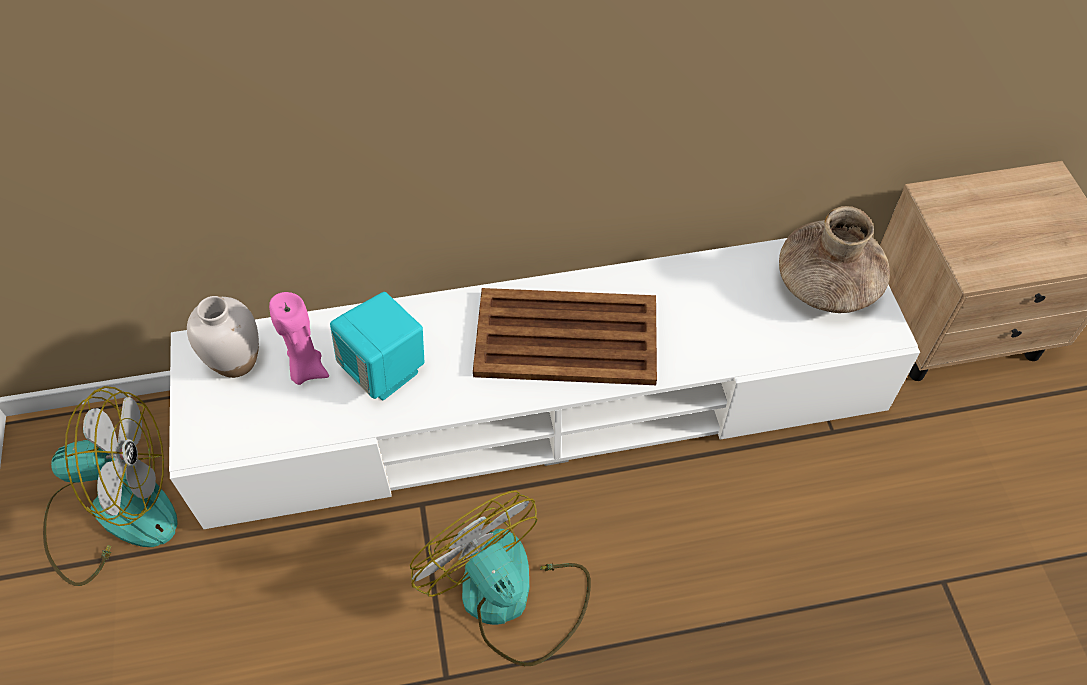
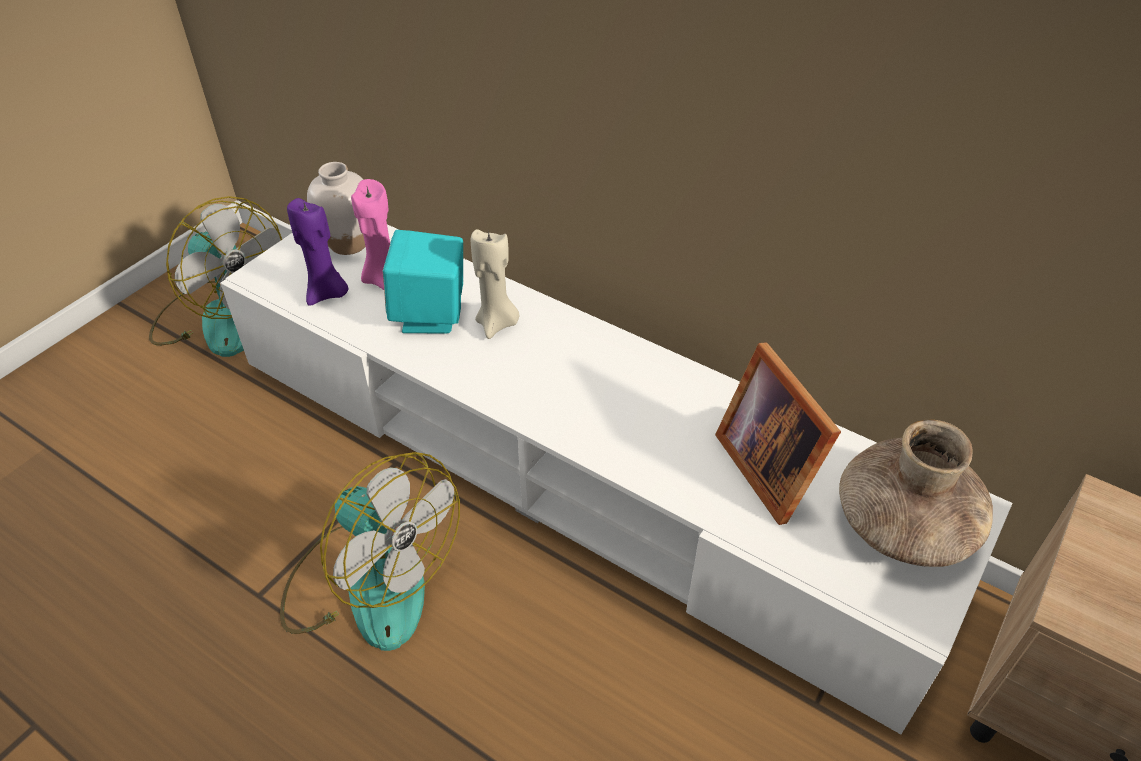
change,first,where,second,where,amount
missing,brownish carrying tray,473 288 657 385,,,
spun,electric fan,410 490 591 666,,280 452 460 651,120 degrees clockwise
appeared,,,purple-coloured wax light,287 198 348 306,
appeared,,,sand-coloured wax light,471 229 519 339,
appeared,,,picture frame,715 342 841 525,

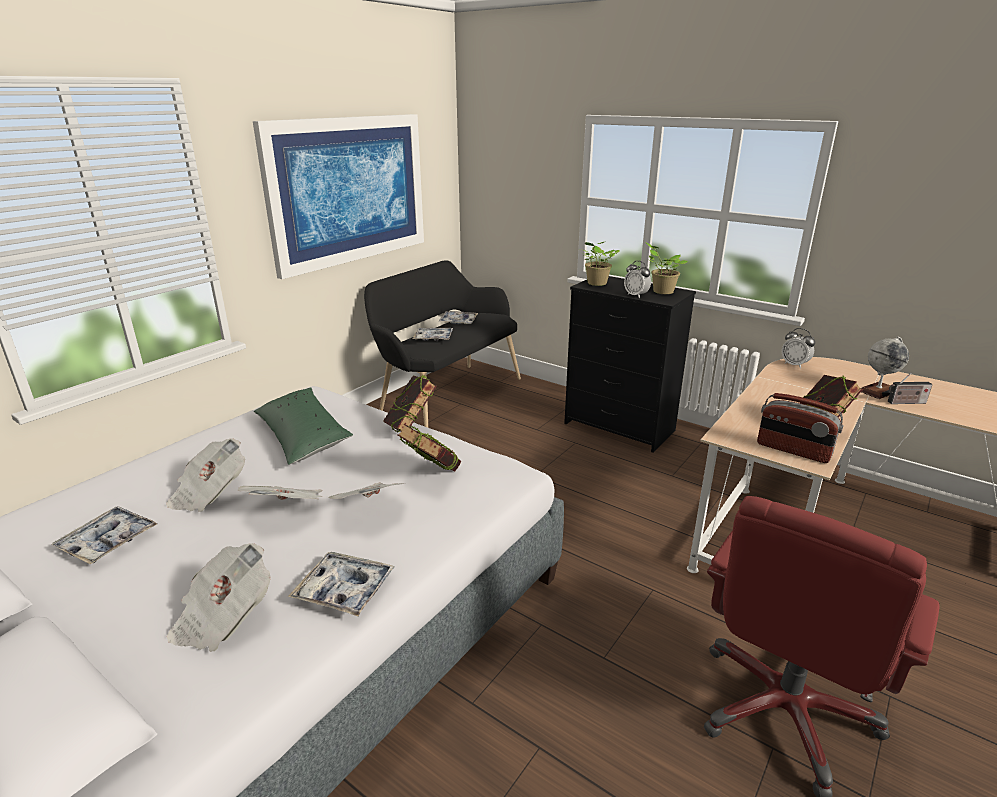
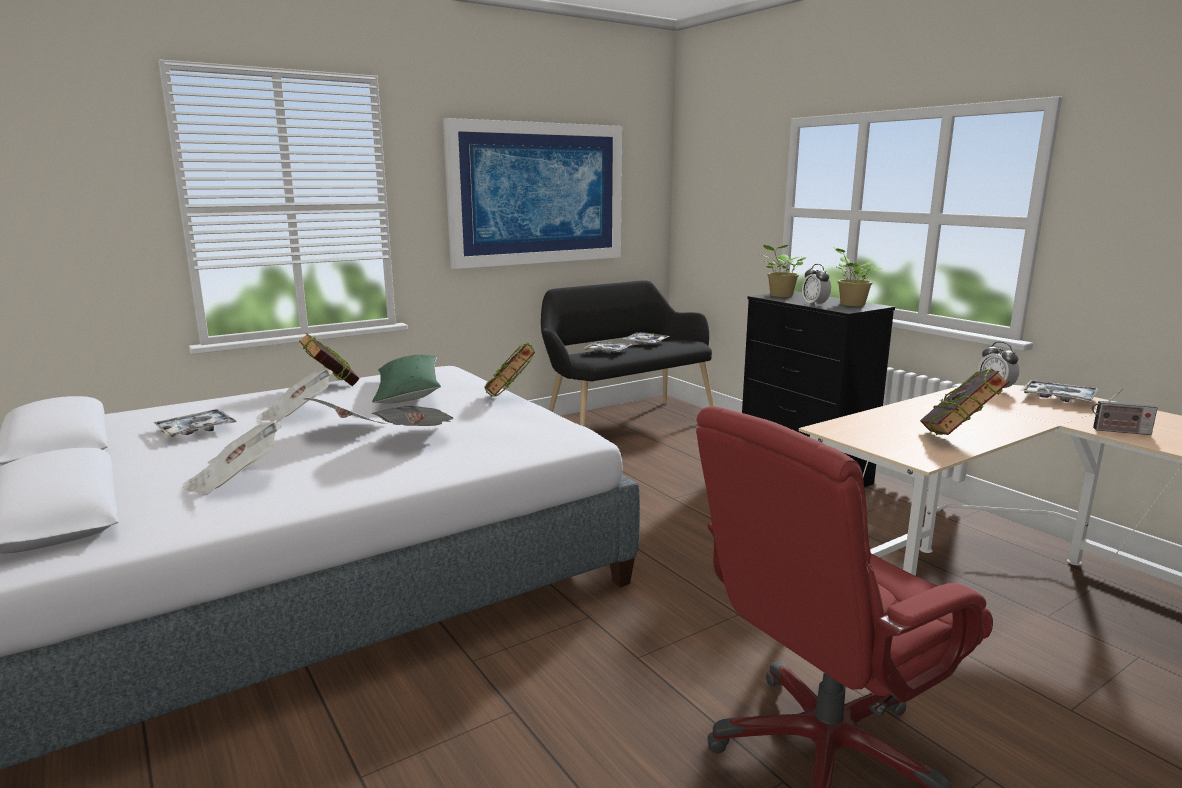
change,first,where,second,where,amount
missing,desk globe,862 336 909 399,,,
missing,radio set,757 393 844 463,,,
relocated,bound book,397 424 461 472,,299 333 360 386,
relocated,carrying tray,288 552 395 616,,1021 380 1099 402,

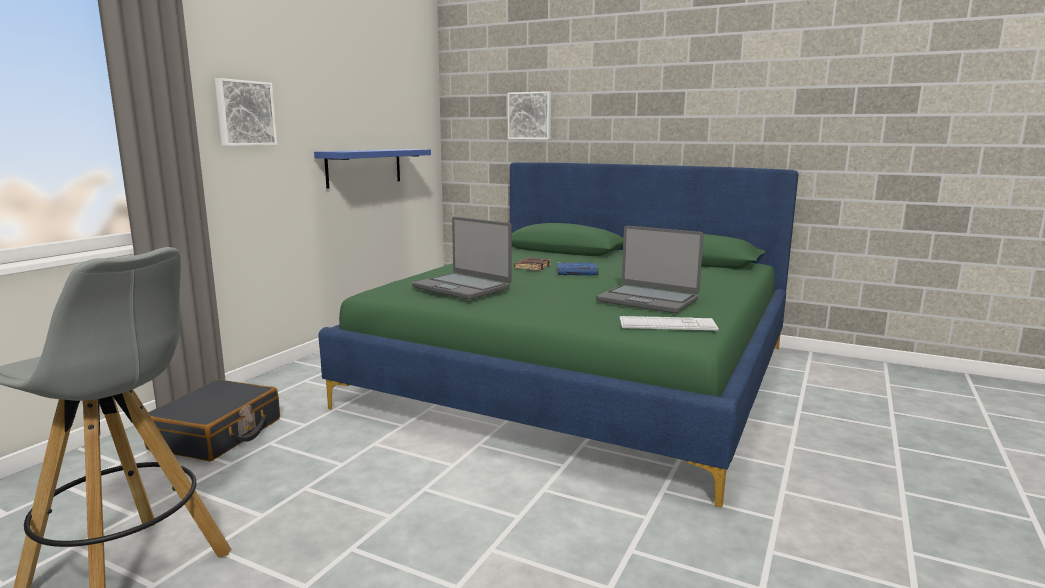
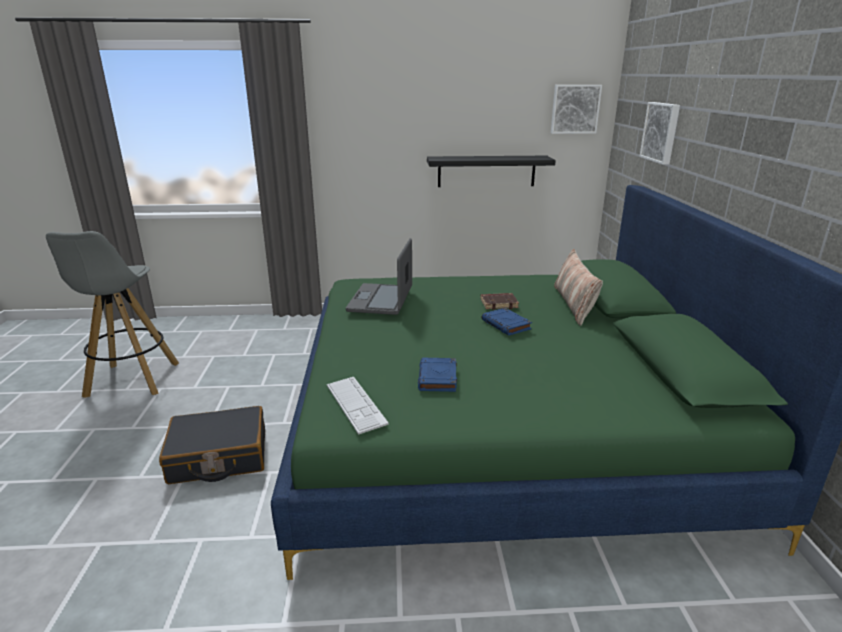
change,first,where,second,where,amount
relocated,wall picture,215 78 277 146,,551 85 602 134,
colour,bluish bracket shelf,314 149 431 189,black bracket shelf,427 156 556 187,
exchanged,laptop,596 226 704 313,bluish bound book,418 358 457 392,
relocated,black suitcase,144 379 280 461,,159 406 265 484,
appeared,,,throw pillow,554 249 603 326,

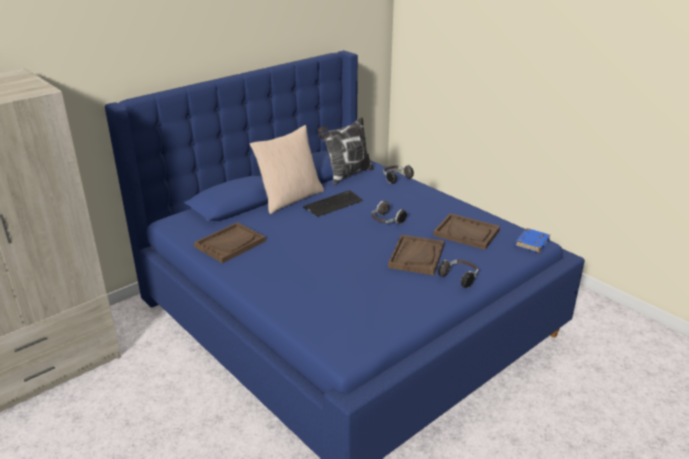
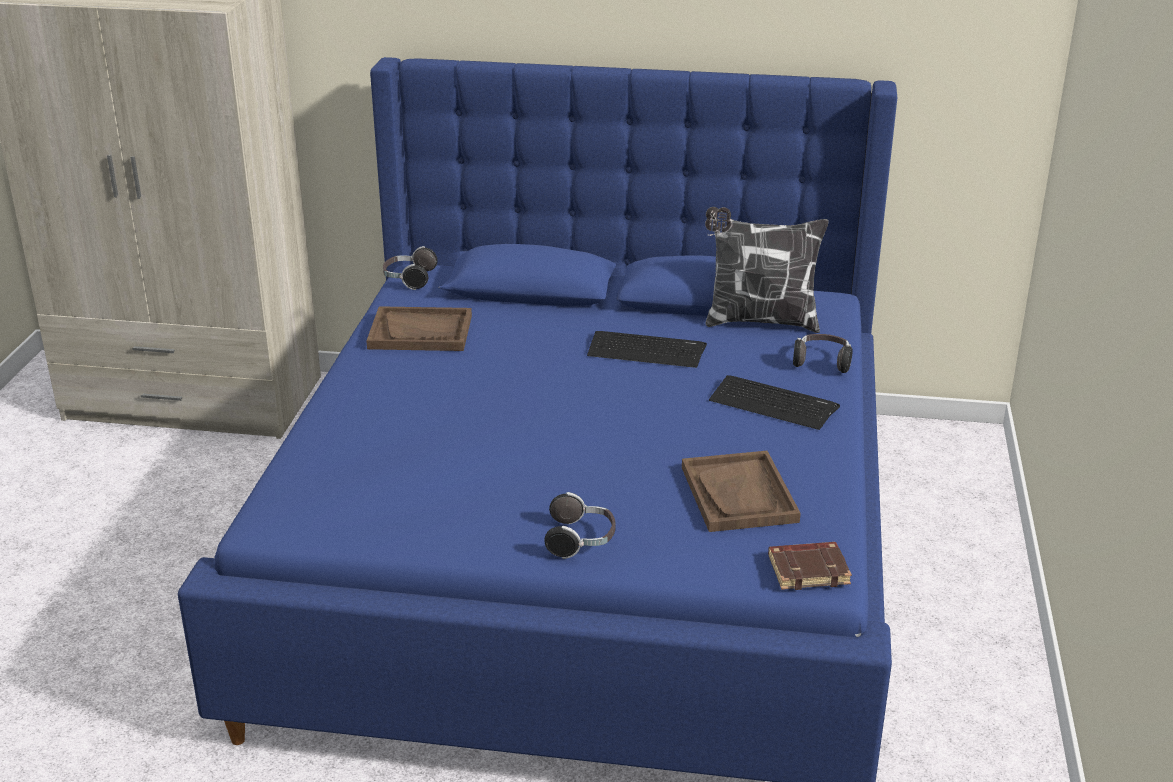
change,first,where,second,where,amount
missing,sand-coloured throw pillow,250 125 324 214,,,
relocated,pair of headphones,371 201 407 224,,383 246 438 290,
colour,bluish bound book,515 228 551 253,brownish bound book,768 542 852 590,
missing,brownish carrying tray,388 235 444 276,,,
appeared,,,PC keyboard,709 375 840 430,

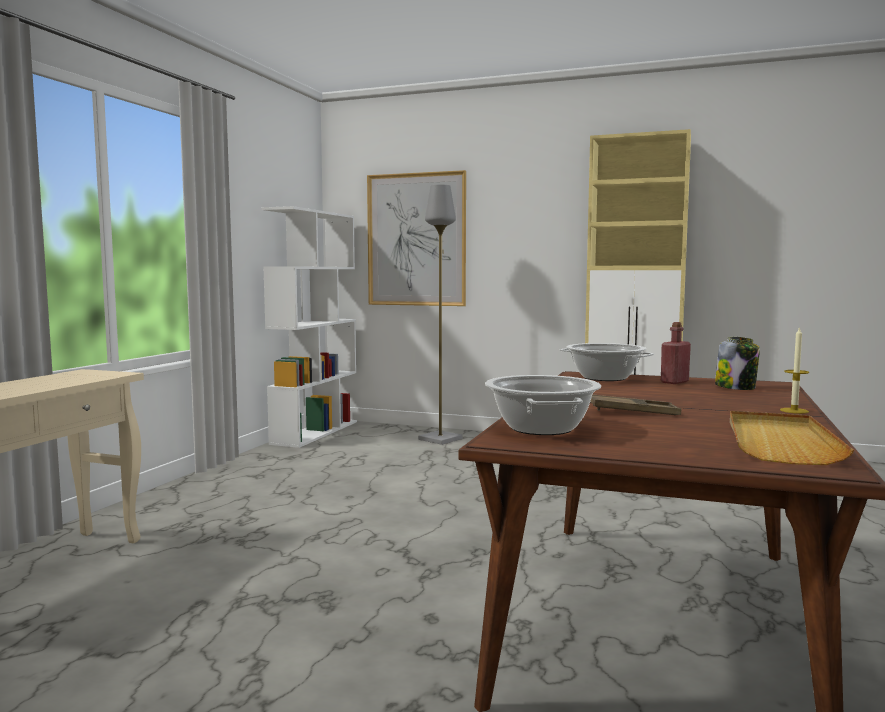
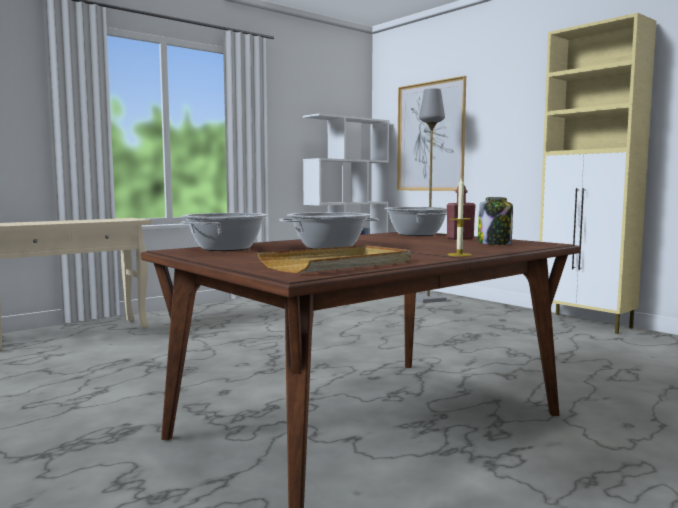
change,first,where,second,where,amount
exchanged,brownish carrying tray,590 394 681 415,saucepot,279 212 379 249,

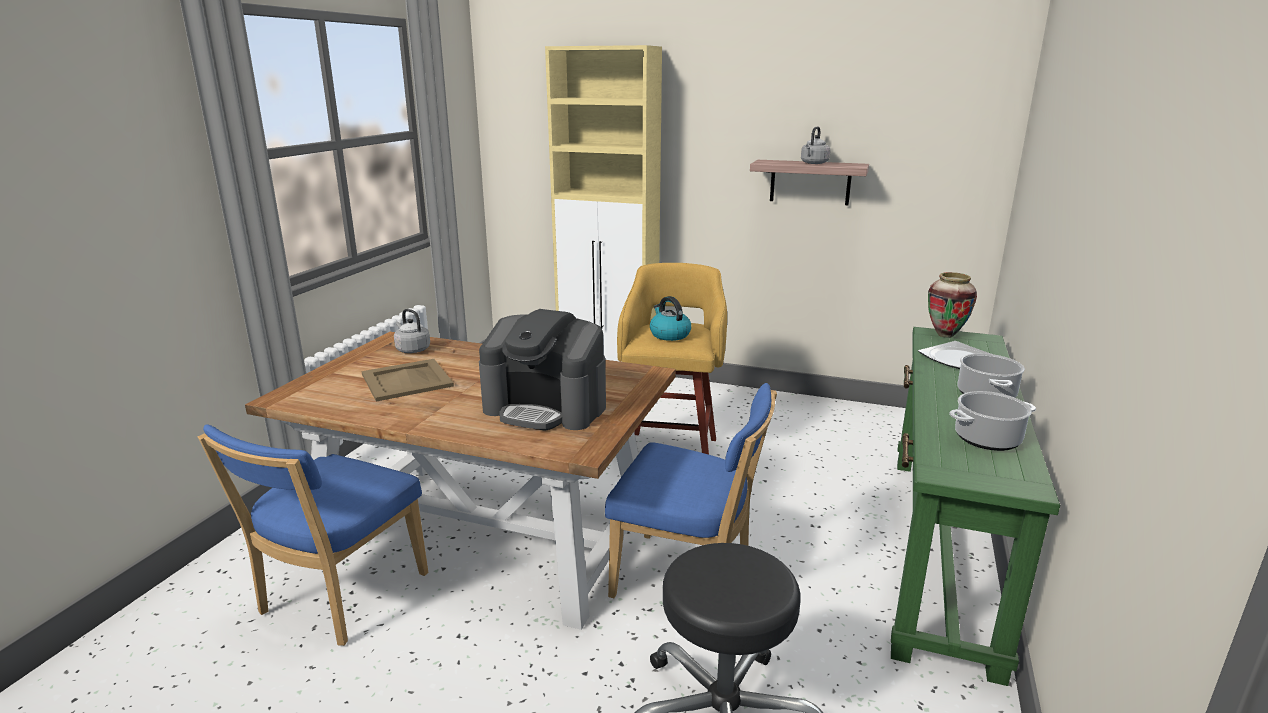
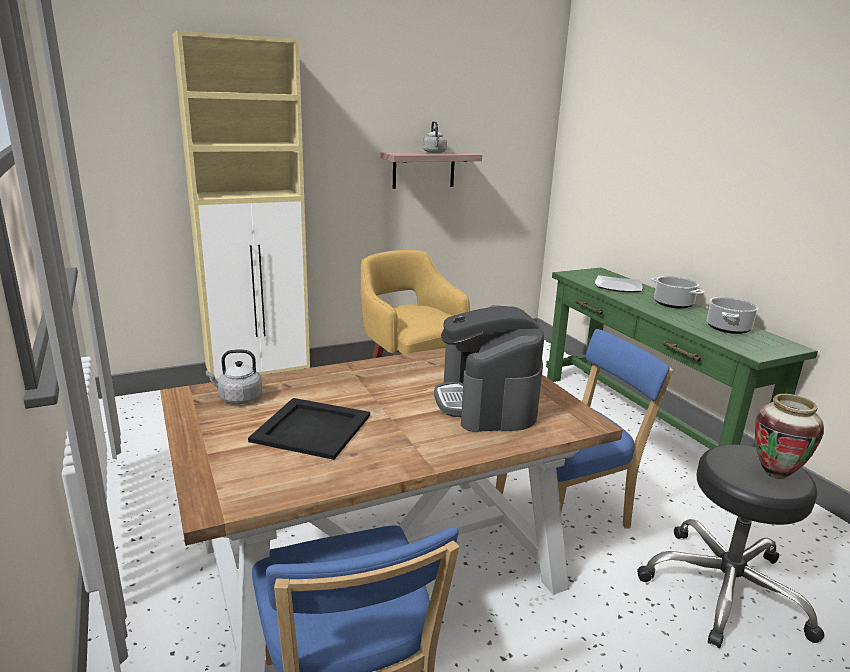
change,first,where,second,where,amount
relocated,flower vase,928 272 977 338,,755 394 824 479,
missing,kettle,650 296 691 341,,,
spun,coffee maker,479 309 606 431,,434 305 544 432,105 degrees clockwise
colour,sand-coloured carrying tray,362 359 454 402,black carrying tray,248 398 370 460,

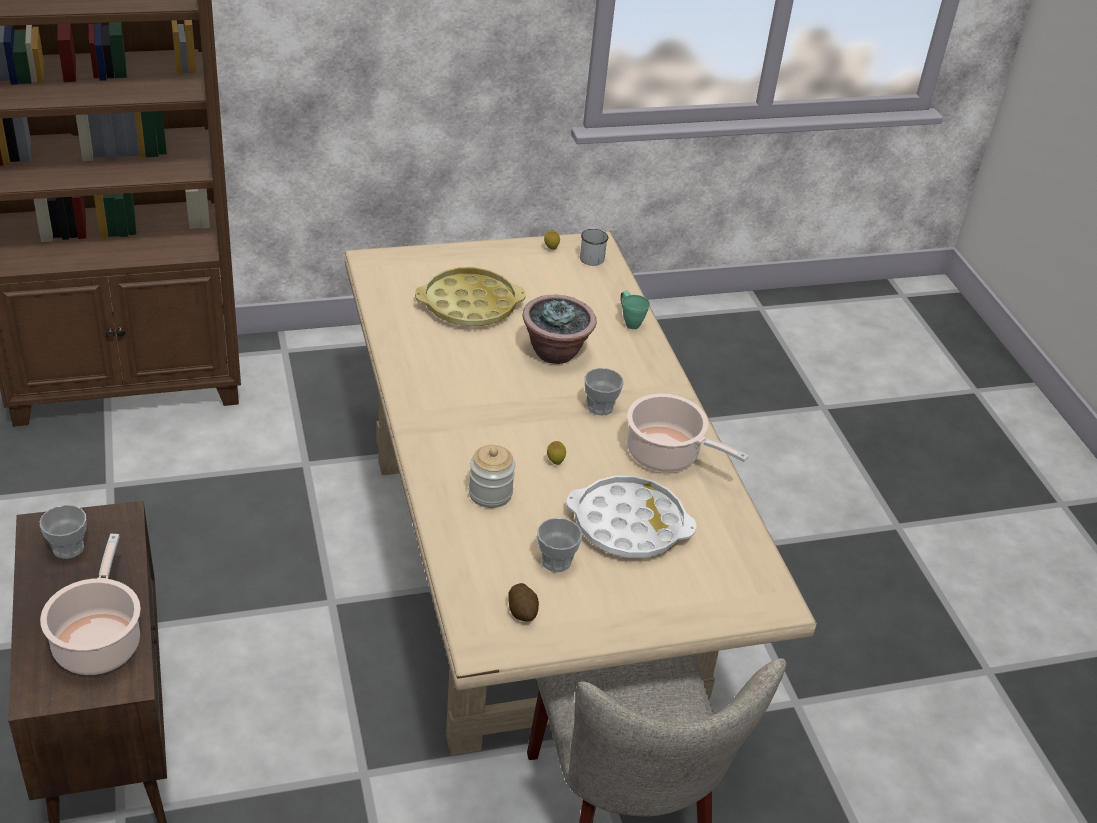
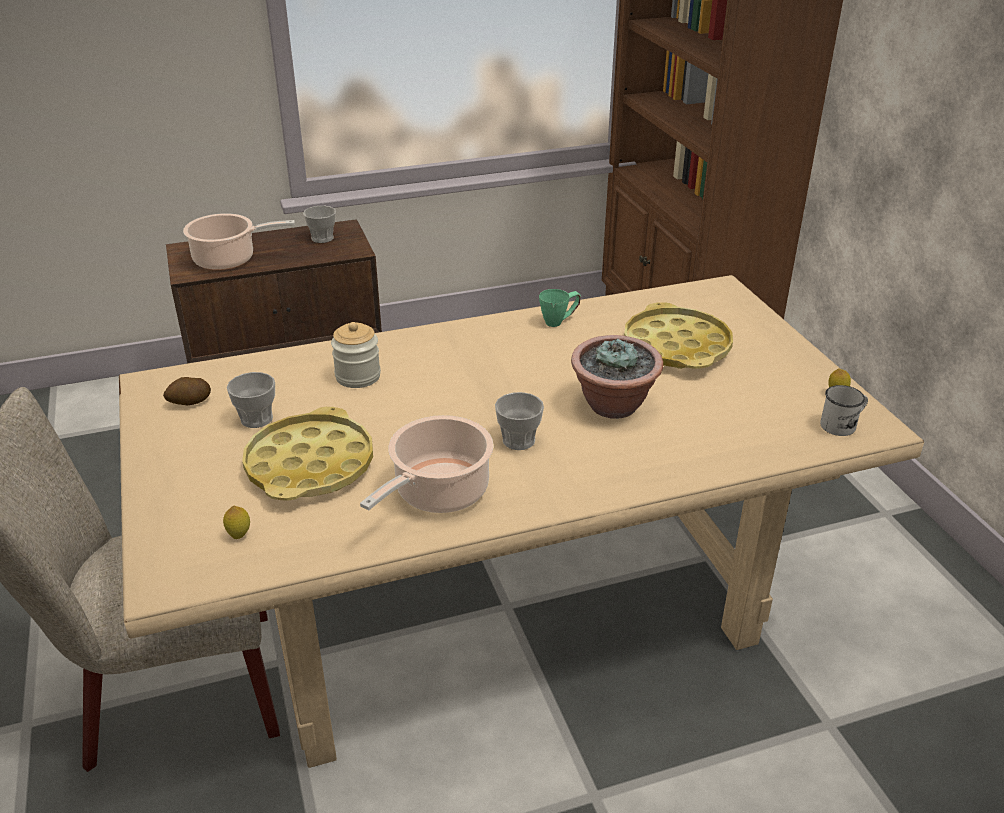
change,first,where,second,where,amount
relocated,green coffee mug,621 291 650 329,,539 289 581 327,
relocated,citrus fruit,547 441 566 465,,223 506 250 539,
colour,white-coloured carrying tray,566 475 697 558,yellow carrying tray,242 407 373 501,

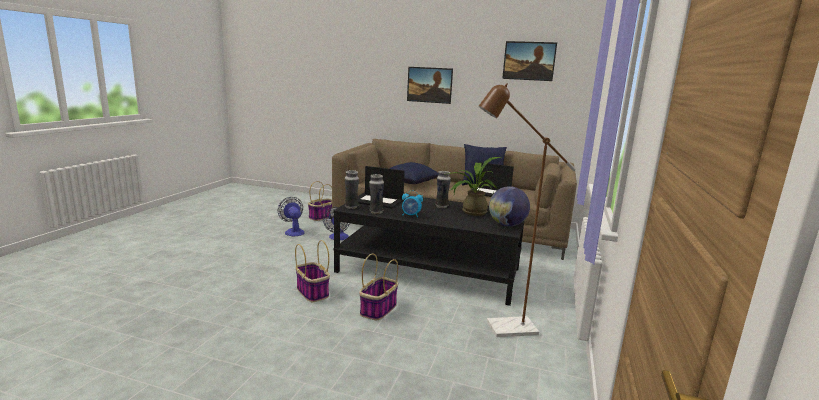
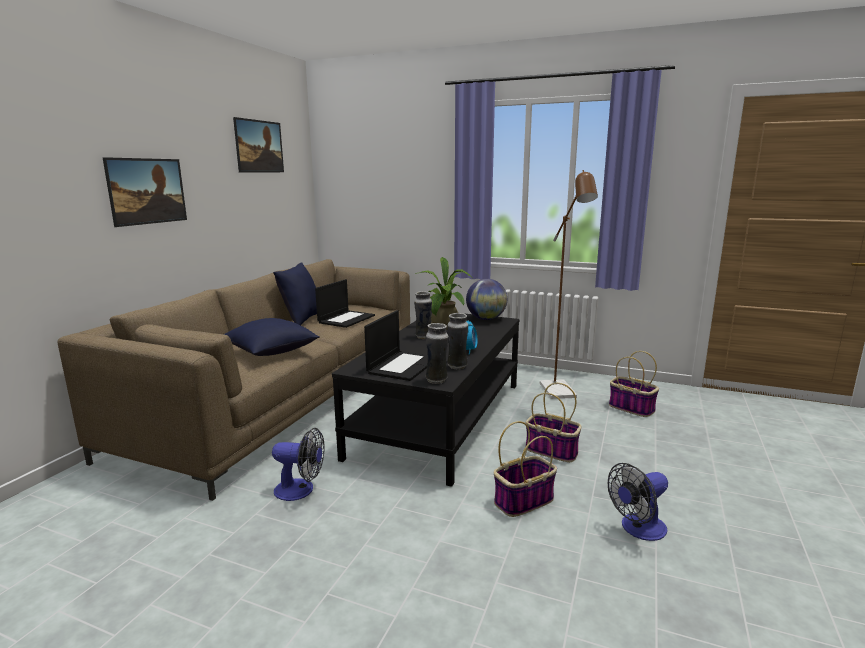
change,first,where,second,where,amount
relocated,household basket,308 181 332 221,,609 351 659 417,
relocated,electric fan,278 197 305 236,,608 463 668 541,

